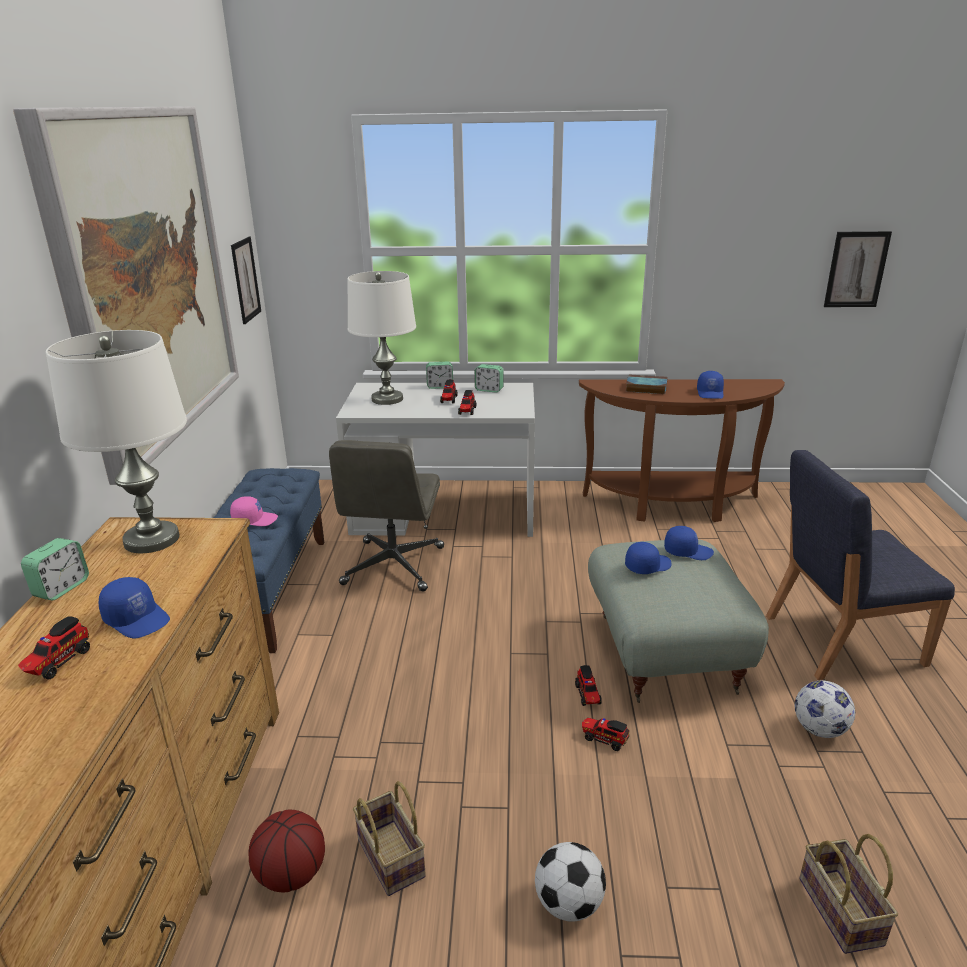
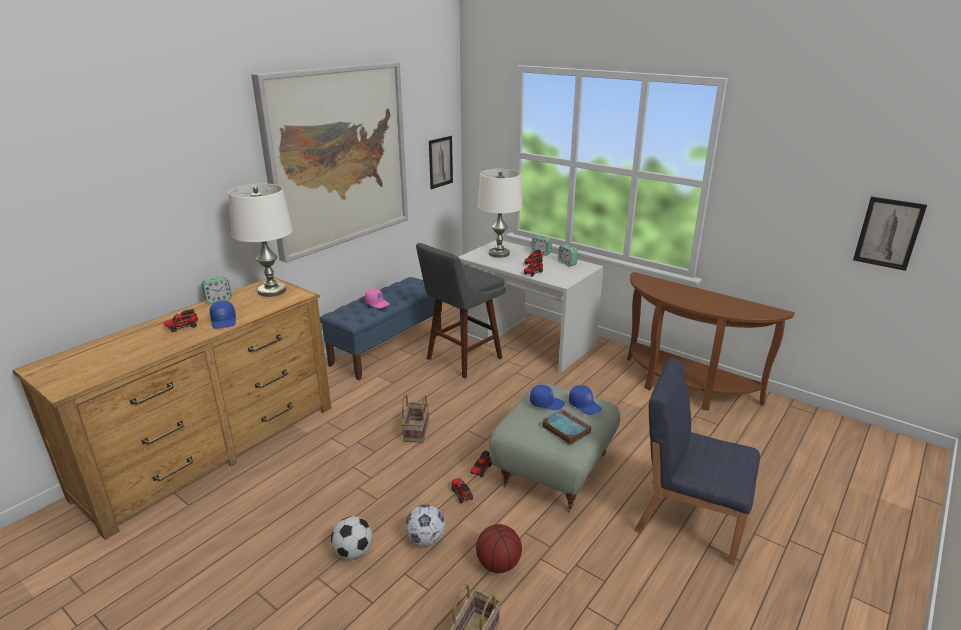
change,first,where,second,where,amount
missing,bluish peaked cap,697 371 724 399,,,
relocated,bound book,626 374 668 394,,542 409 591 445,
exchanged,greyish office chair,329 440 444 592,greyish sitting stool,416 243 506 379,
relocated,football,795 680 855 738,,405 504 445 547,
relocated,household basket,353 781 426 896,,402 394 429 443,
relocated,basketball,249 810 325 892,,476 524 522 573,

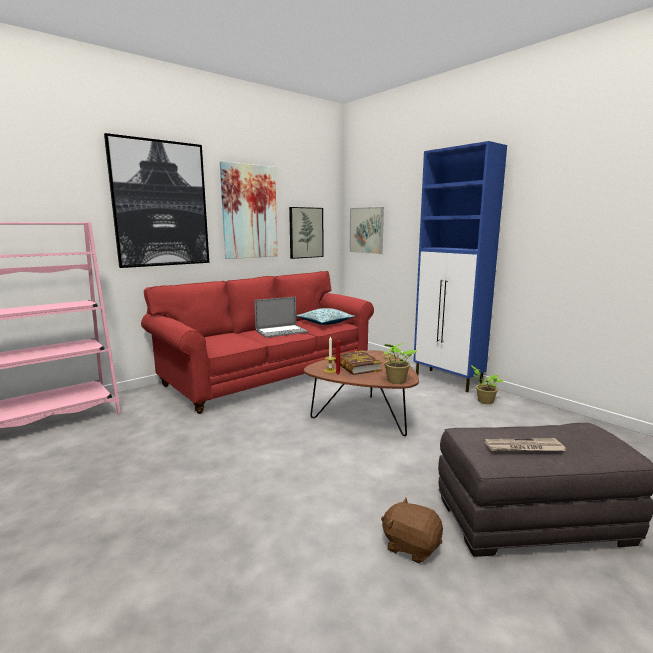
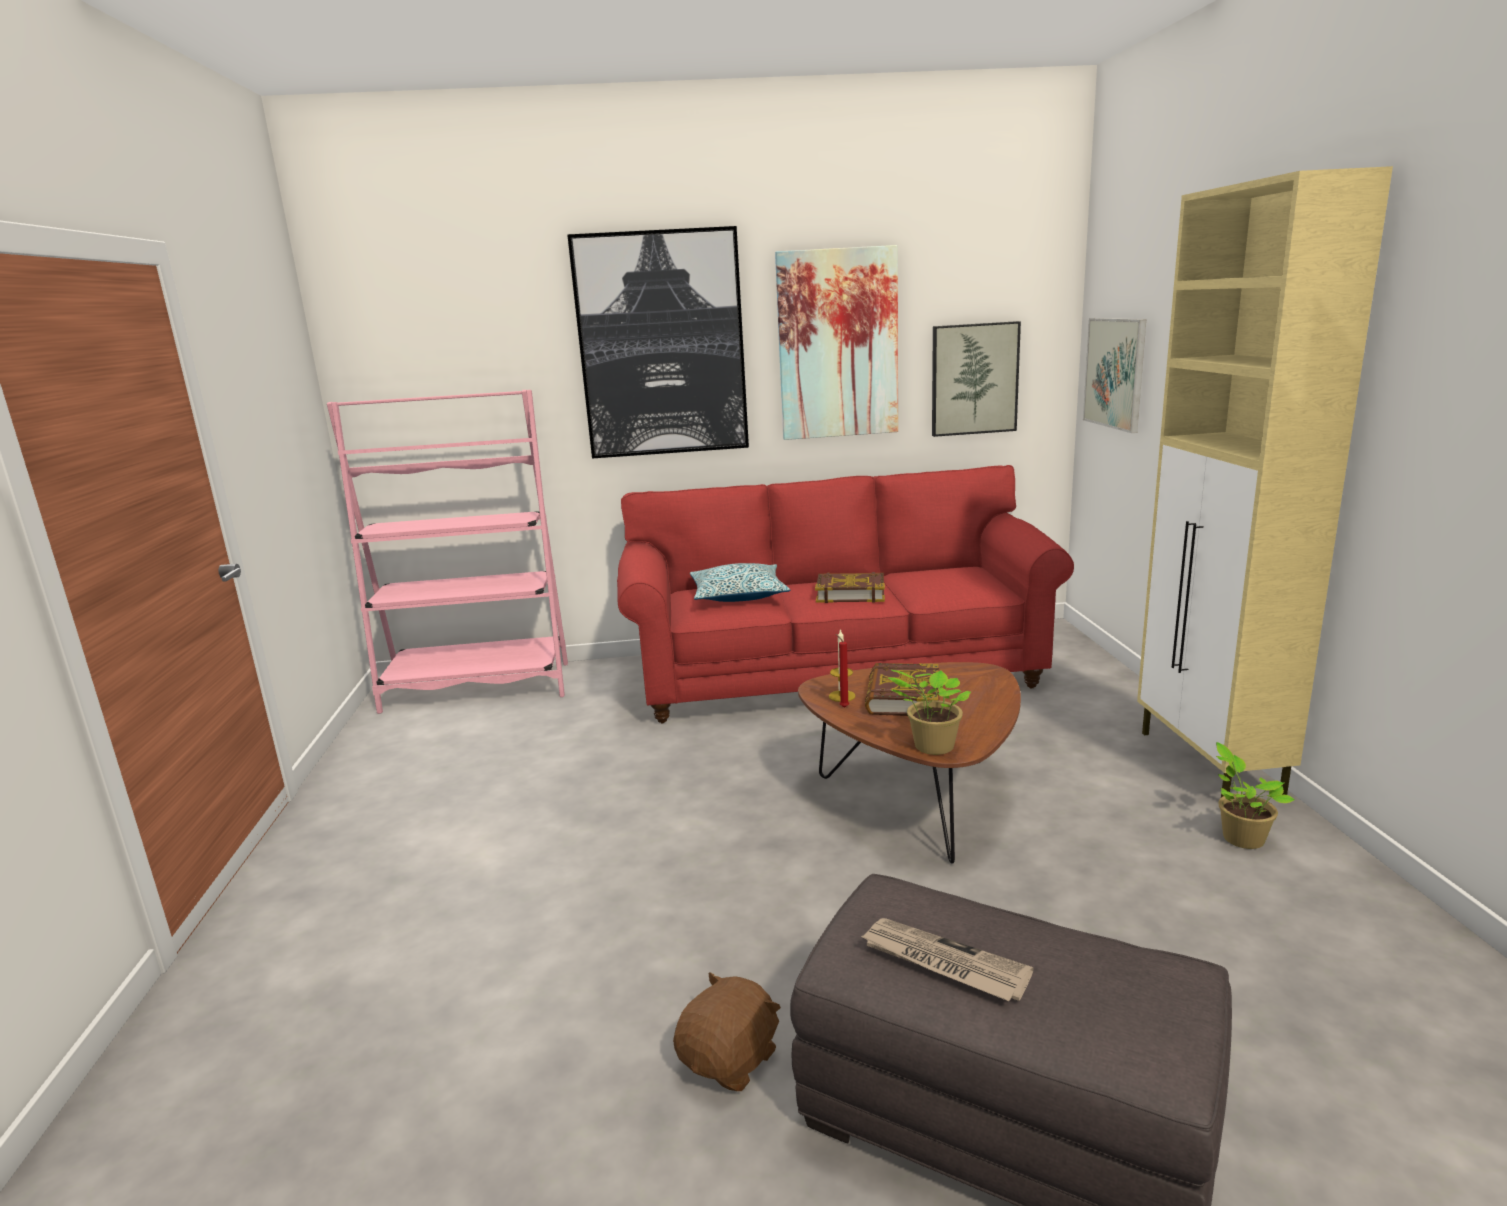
change,first,where,second,where,amount
colour,bluish storage cabinet,413 141 507 393,sand-coloured storage cabinet,1137 166 1393 797,
exchanged,laptop,254 297 308 338,bound book,815 572 885 603,
relocated,throw pillow,296 308 355 325,,690 563 790 602,
spun,brownish cuddly toy,381 498 443 563,,673 972 781 1091,60 degrees clockwise

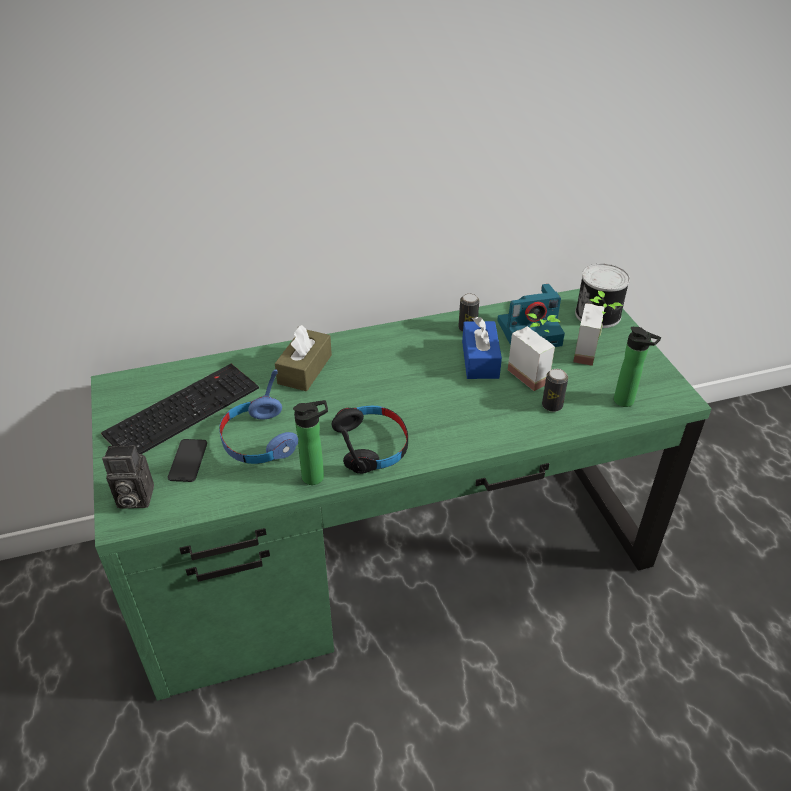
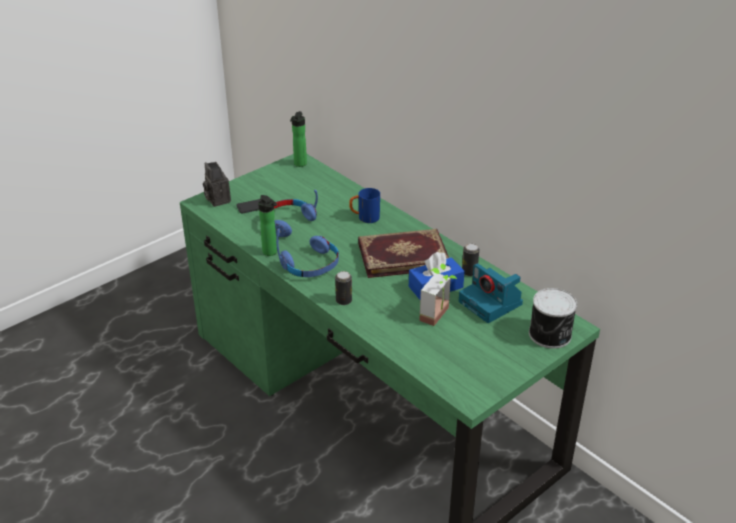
change,first,where,second,where,amount
missing,potted plant,573 291 623 366,,,
exchanged,brownish box of tissues,275 325 332 391,bluish coffee mug,349 188 380 223,
relocated,beverage bottle,614 327 661 407,,290 111 307 167,
missing,PC keyboard,101 364 259 454,,,
relocated,sealed can,542 369 568 412,,335 271 352 305,
colour,black pair of headphones,331 406 408 474,bluish pair of headphones,276 229 339 277,
appeared,,,bound book,358 229 449 278,

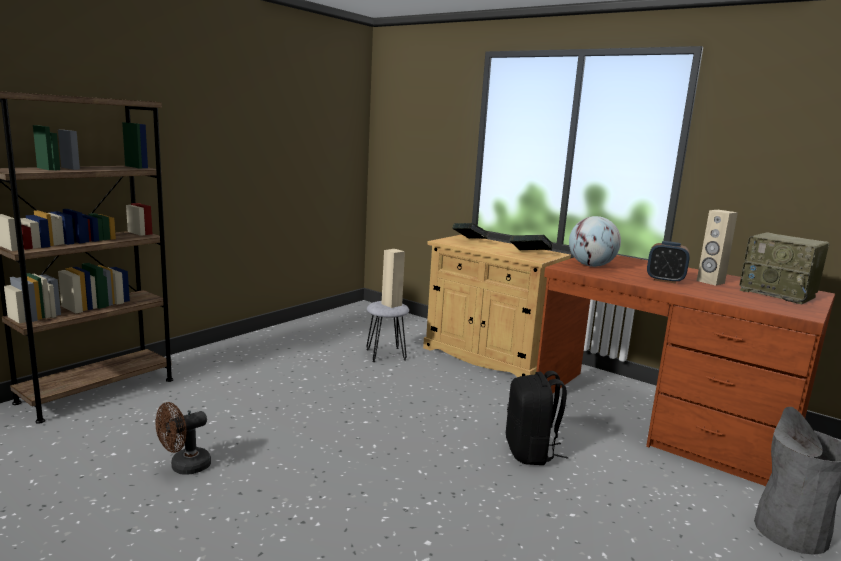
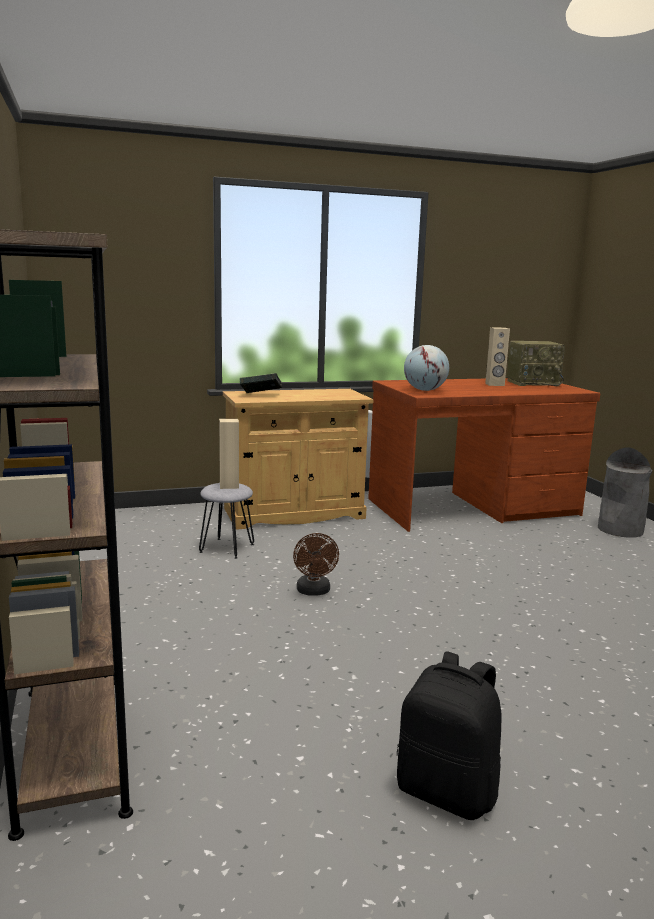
change,first,where,second,where,amount
missing,bound book,510 235 553 250,,,
missing,table clock,647 241 690 284,,,
relocated,black rucksack,506 371 568 465,,397 652 501 820,
relocated,brownish electric fan,155 402 211 474,,293 533 339 596,

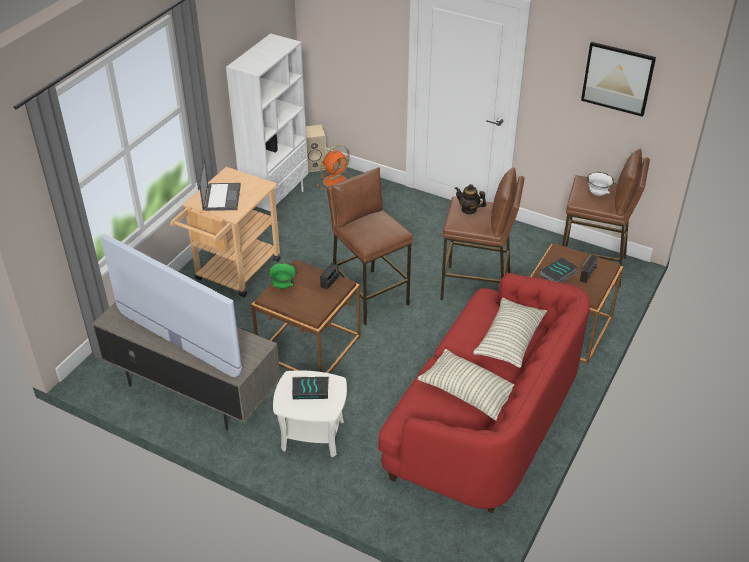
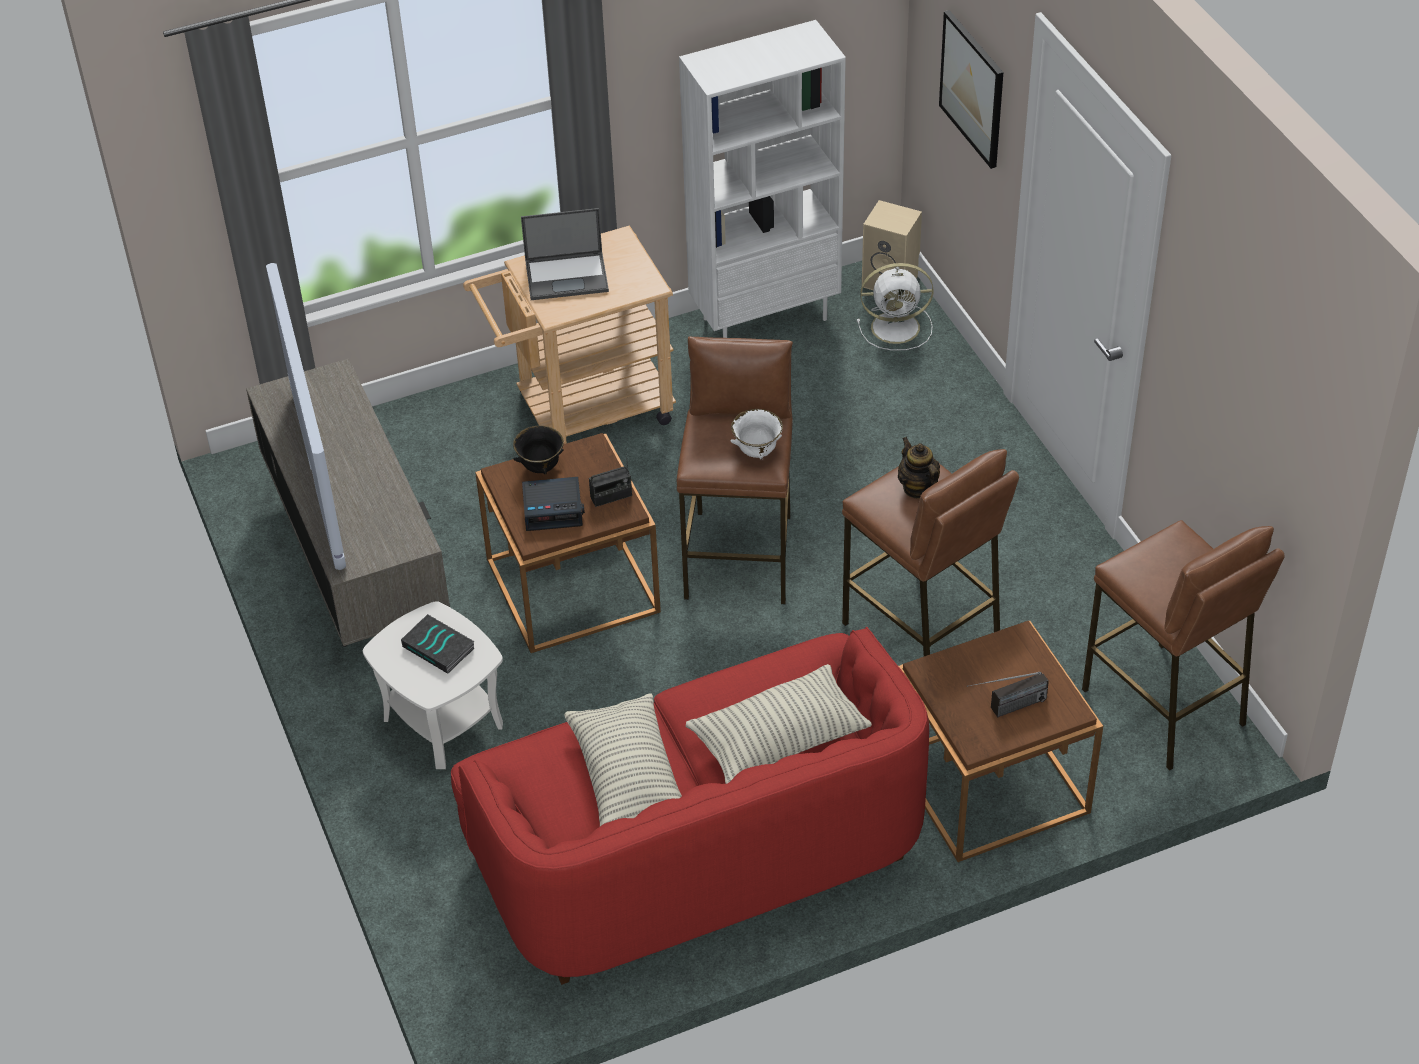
change,first,where,second,where,amount
relocated,wall picture,581 42 656 117,,939 10 1003 169,
colour,orange electric fan,317 145 350 190,white-coloured electric fan,857 263 934 351,
spun,laptop,199 159 241 211,,521 208 609 300,45 degrees clockwise
relocated,white-coloured bowl,587 172 614 196,,730 409 783 460,
missing,bound book,540 257 578 283,,,
colour,green bowl,268 263 296 289,black bowl,513 426 564 475,
appeared,,,table clock,522 477 585 531,

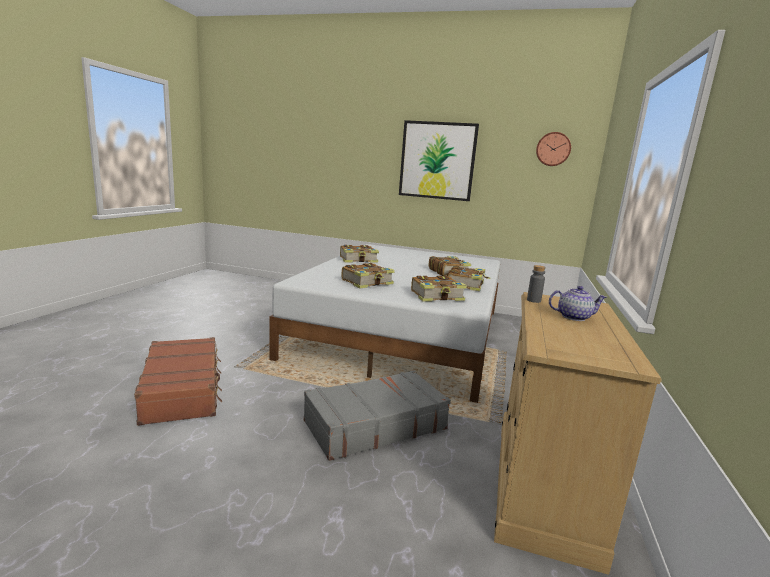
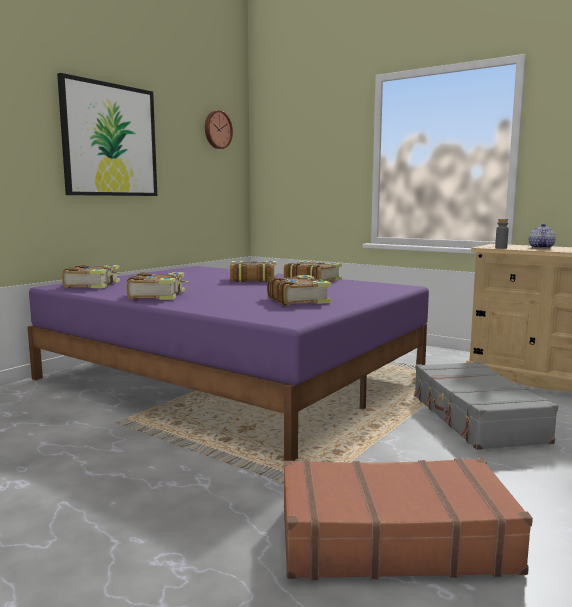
change,first,where,second,where,amount
colour,white-coloured bed,270 244 500 403,purple-coloured bed,27 266 429 461,
relocated,bound book,411 276 467 302,,62 264 120 288,

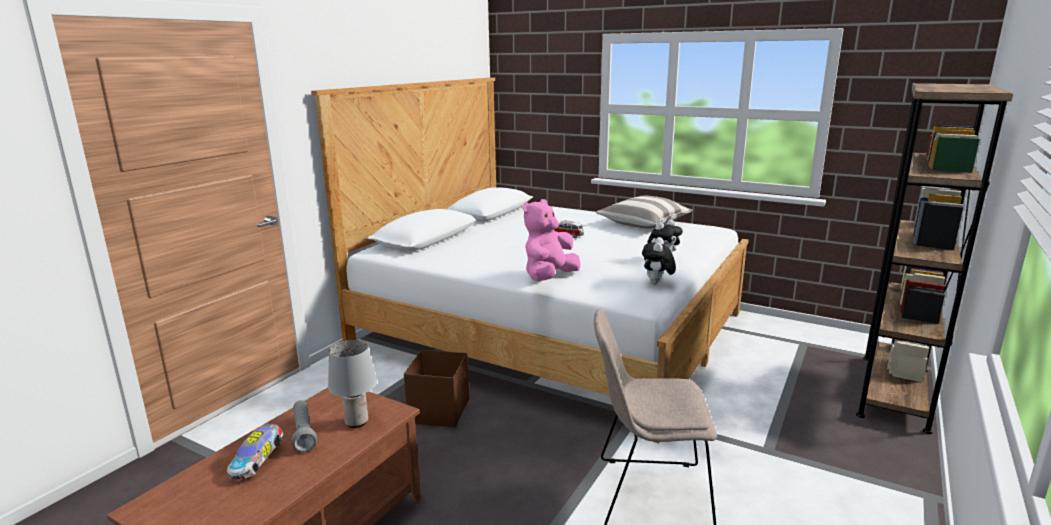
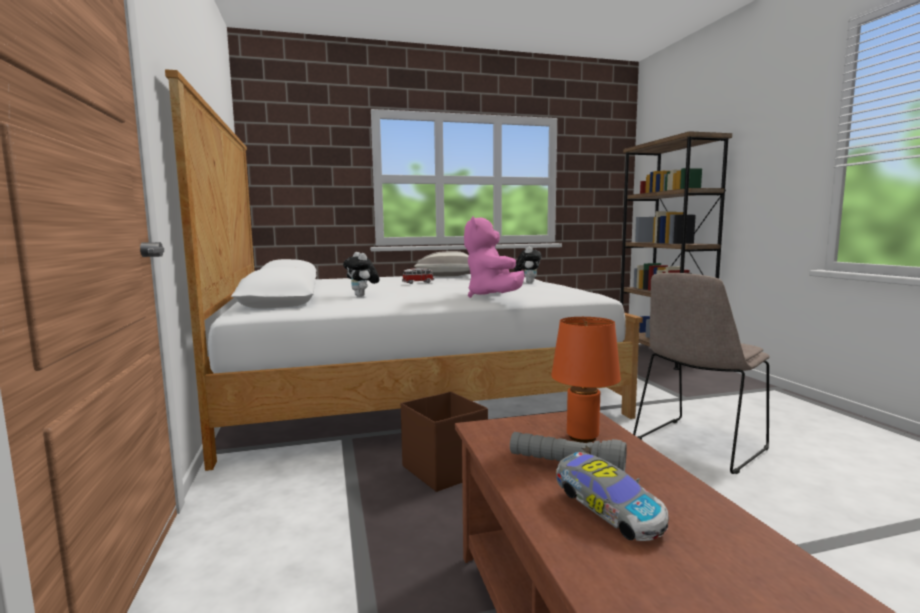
change,first,where,second,where,amount
relocated,cuddly toy,642 237 676 285,,343 252 379 297,
colour,greyish table lamp,328 340 377 428,orange table lamp,551 317 621 443,

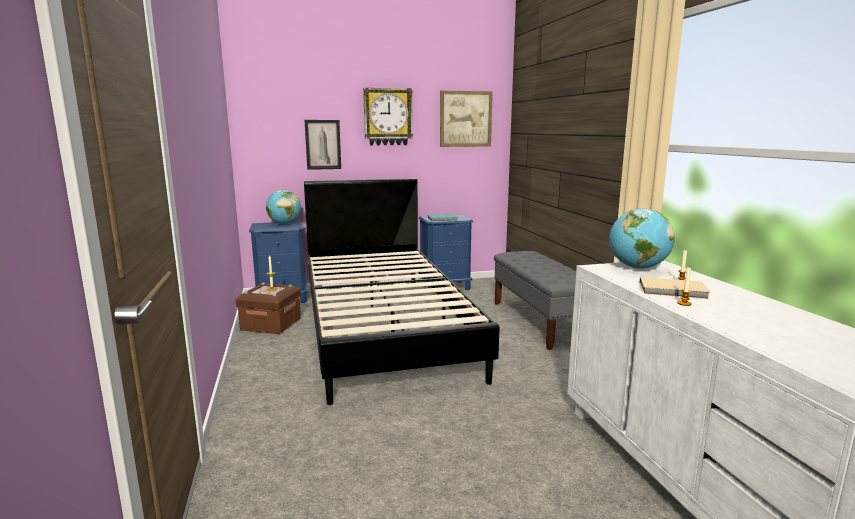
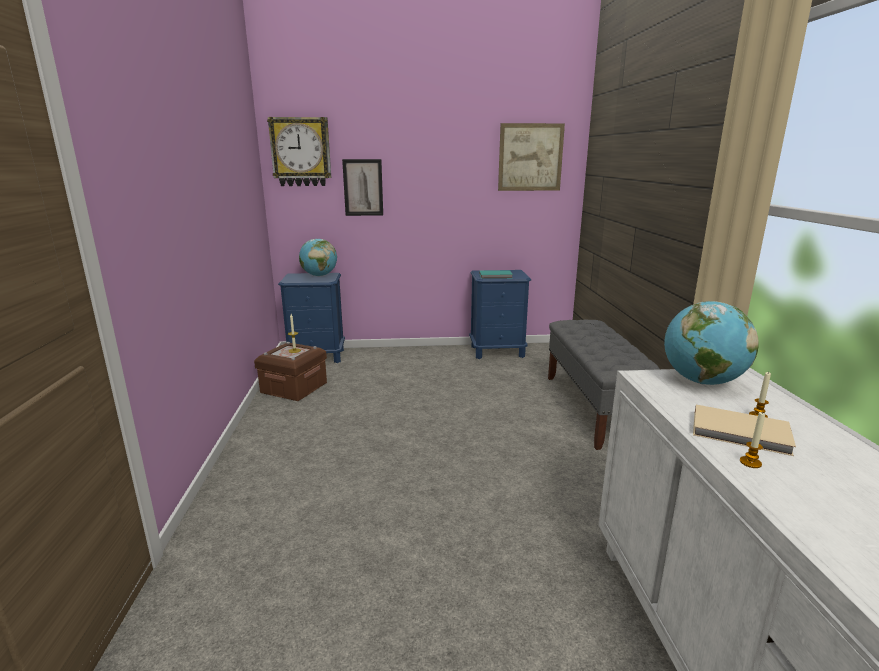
change,first,where,second,where,amount
relocated,hanging clock,363 87 413 145,,267 117 331 186,
missing,black bed,304 178 499 405,,,

